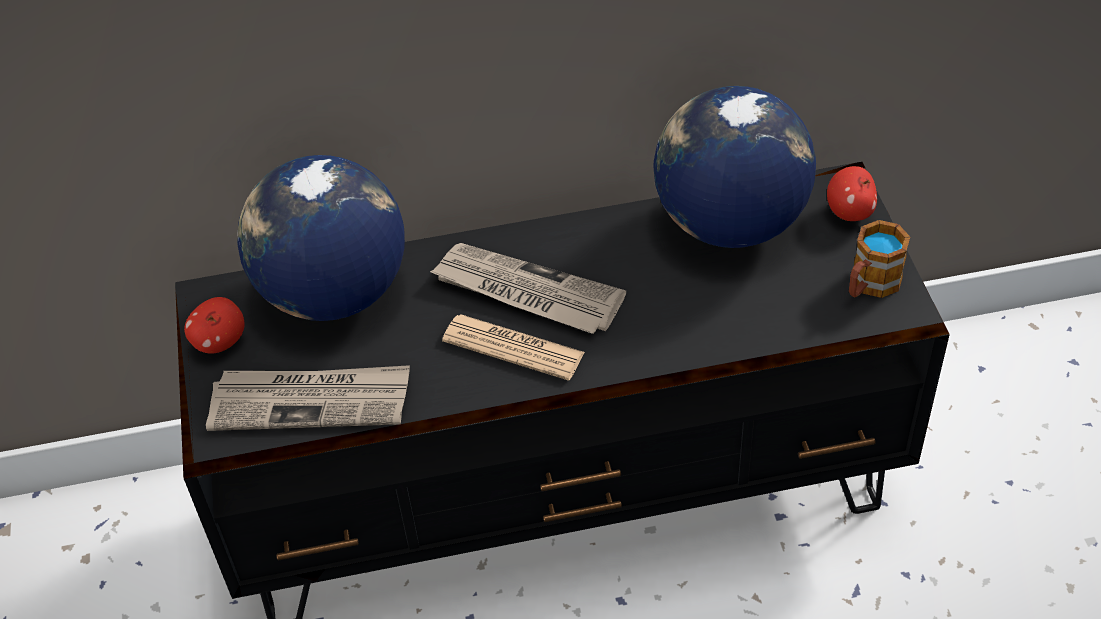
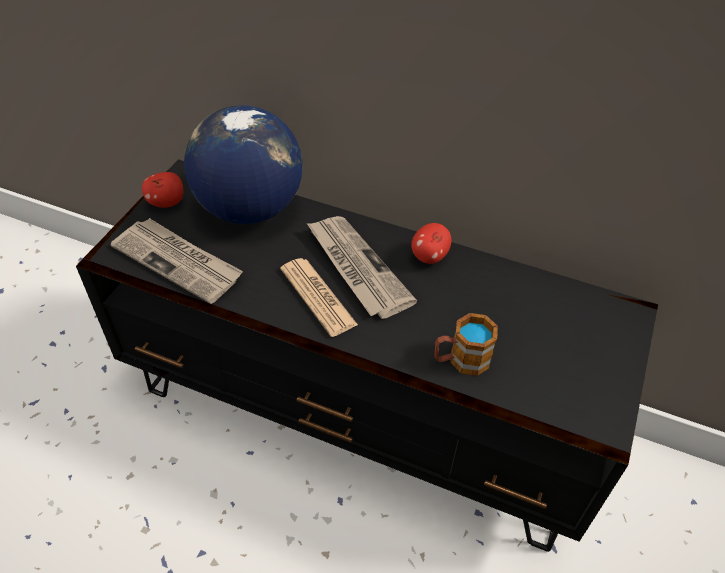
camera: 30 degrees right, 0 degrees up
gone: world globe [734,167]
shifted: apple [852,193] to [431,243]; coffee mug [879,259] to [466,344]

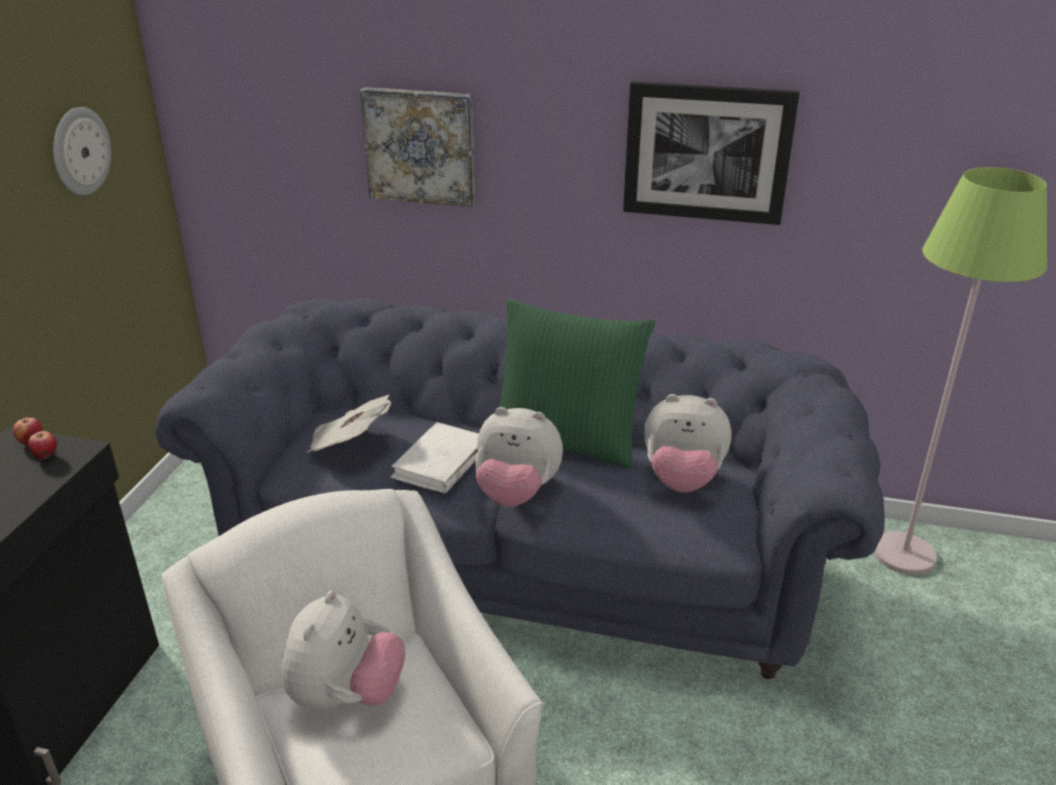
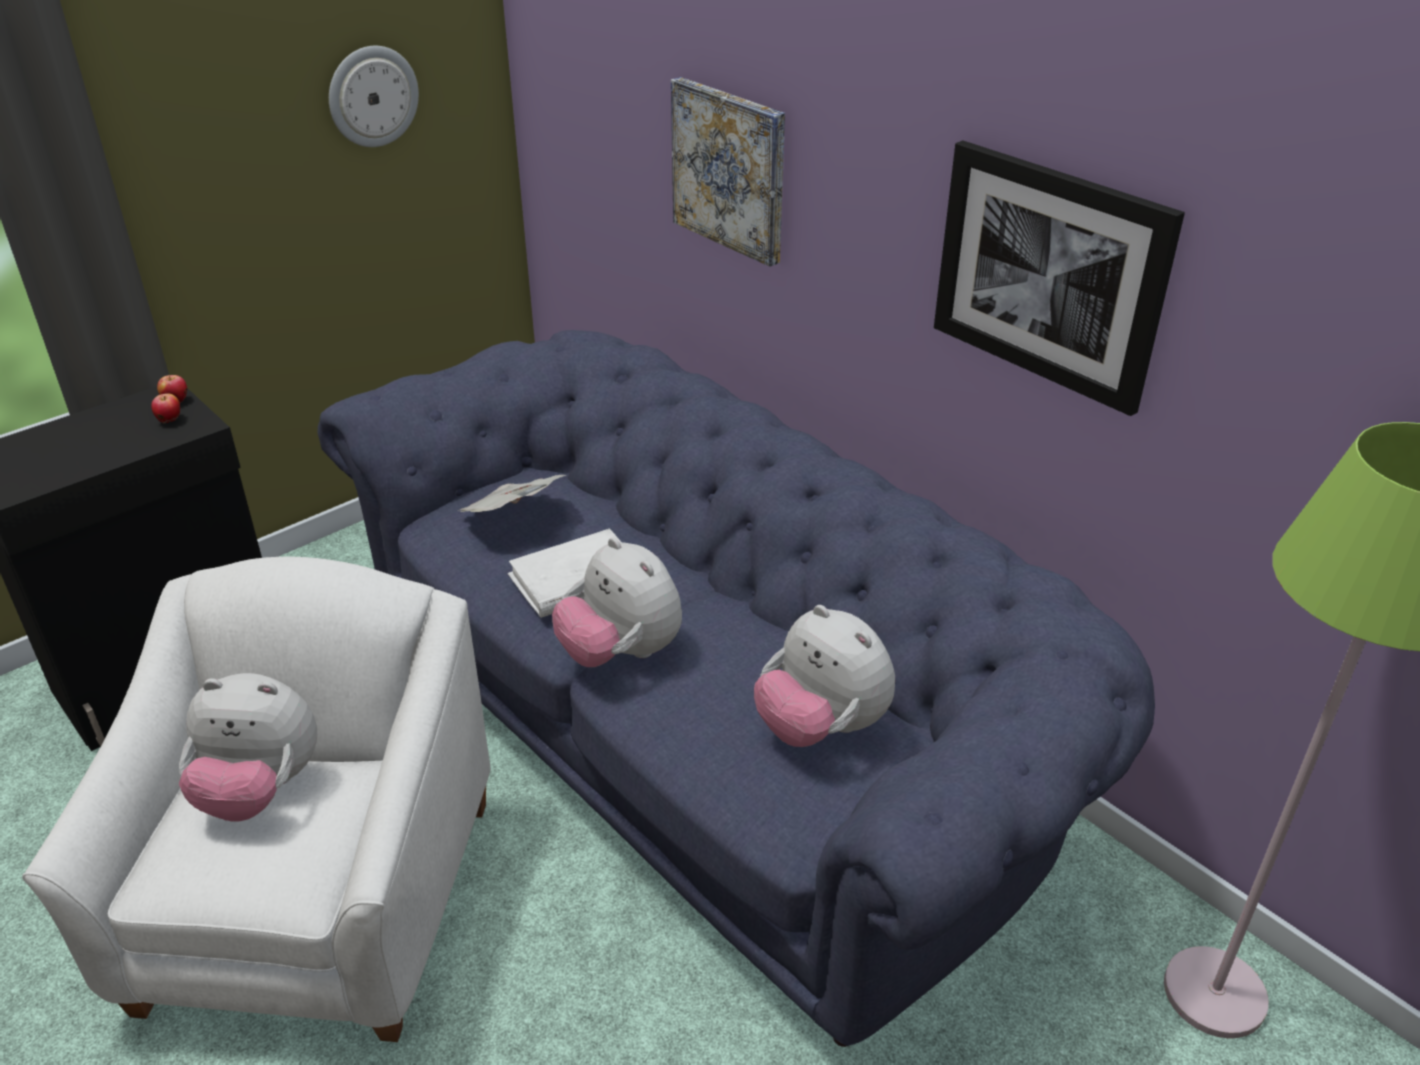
camera: 35 degrees right, 5 degrees up
gone: green-coloured pillow [577,384]
rotated: cuddly toy [343,650] = [248,747] 45 degrees clockwise

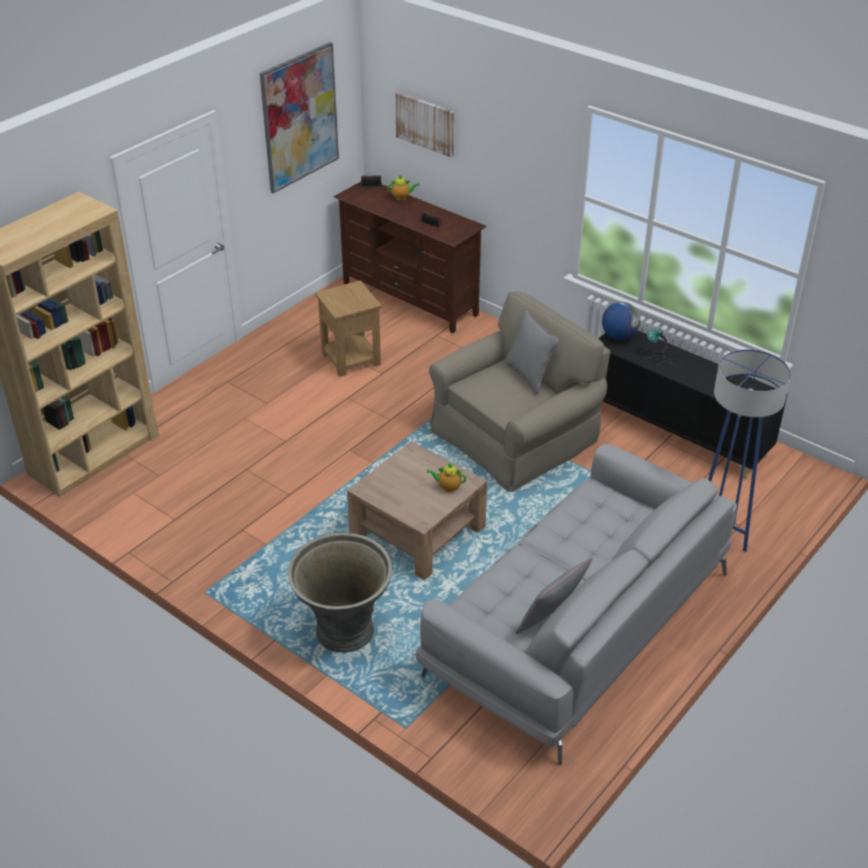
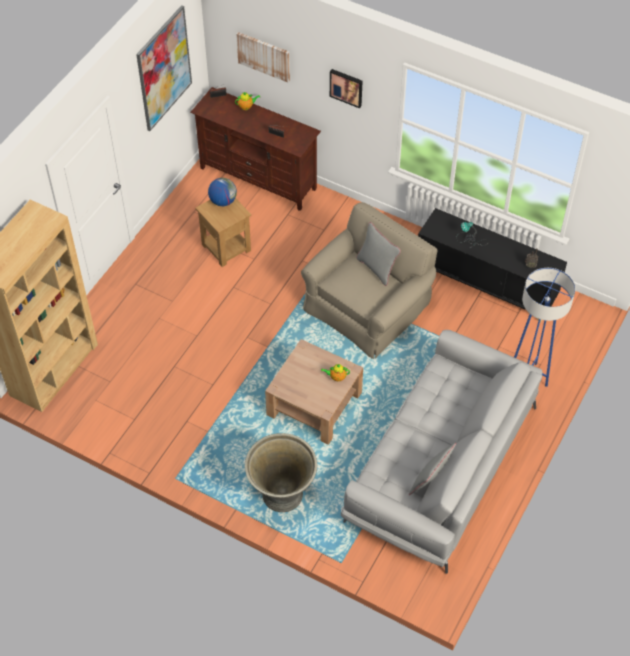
camera: 10 degrees left, 15 degrees up
new: picture [346,88]
shifted: world globe [621,321] to [222,192]

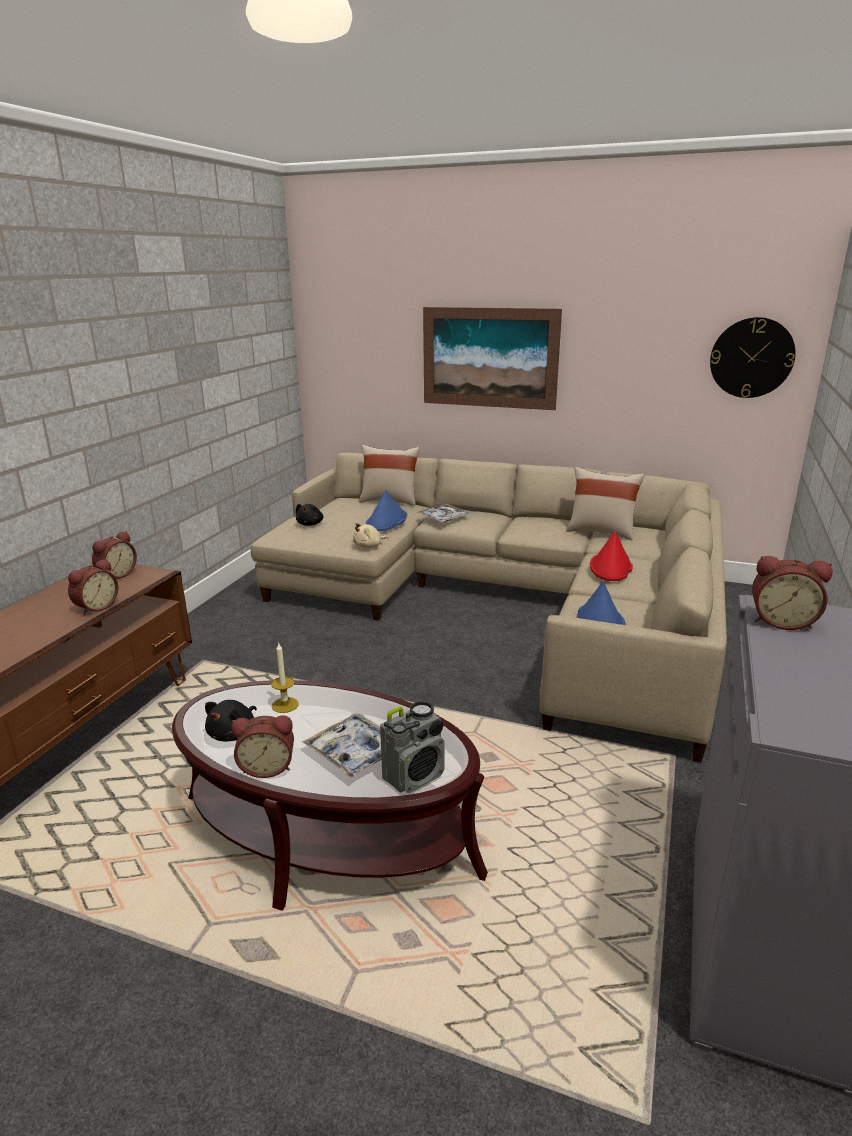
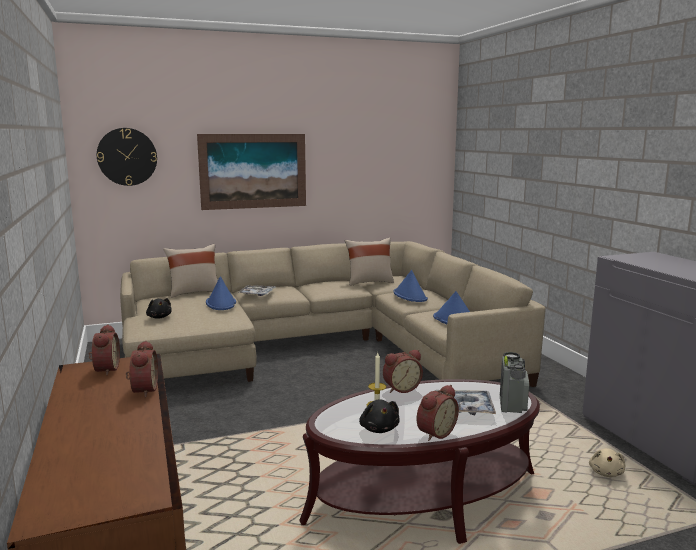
camera: 40 degrees left, 10 degrees down
shifted: clock on the wall [753,357] to [127,157]; table clock [792,593] to [403,371]; beige cuddly toy [371,535] to [607,462]
repainted: red-coloured clothing hat [611,556] to blue clothing hat [410,286]

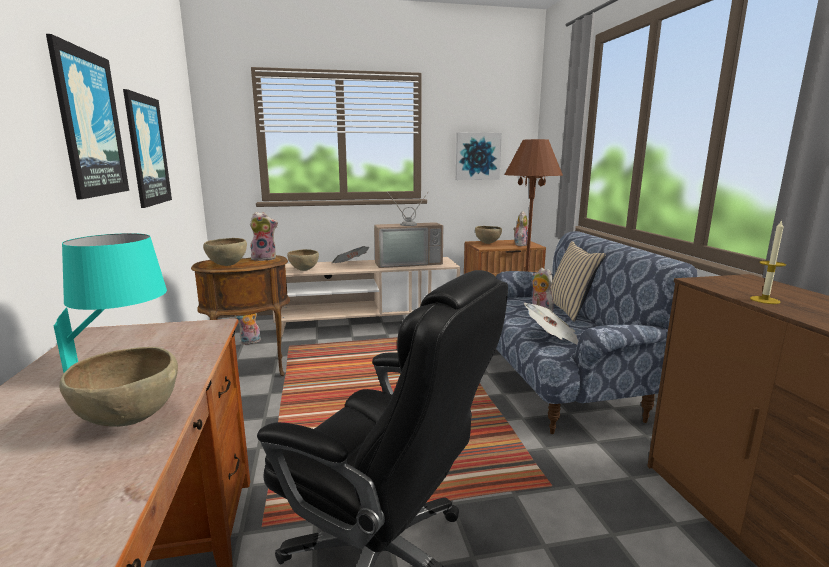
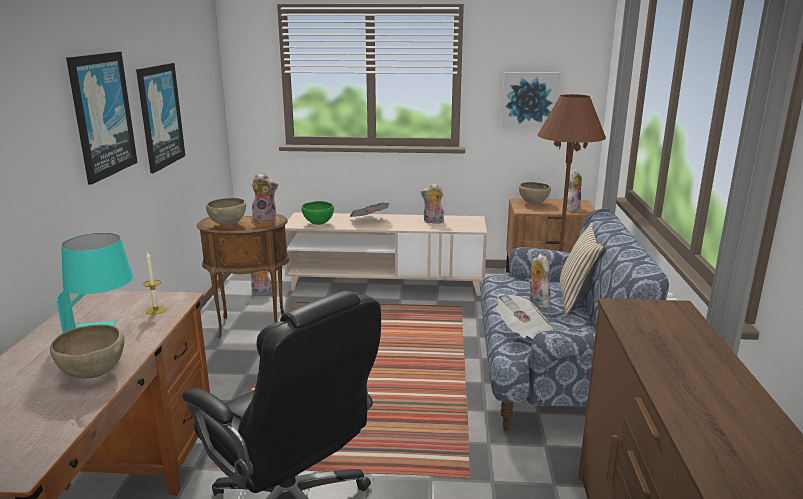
camera: 15 degrees right, 5 degrees up
shifted: wax candle [768,262] to [154,283]
swapped: television [408,229] to cuddly toy [432,204]
repainted: brownish bowl [303,260] to green-coloured bowl [317,213]

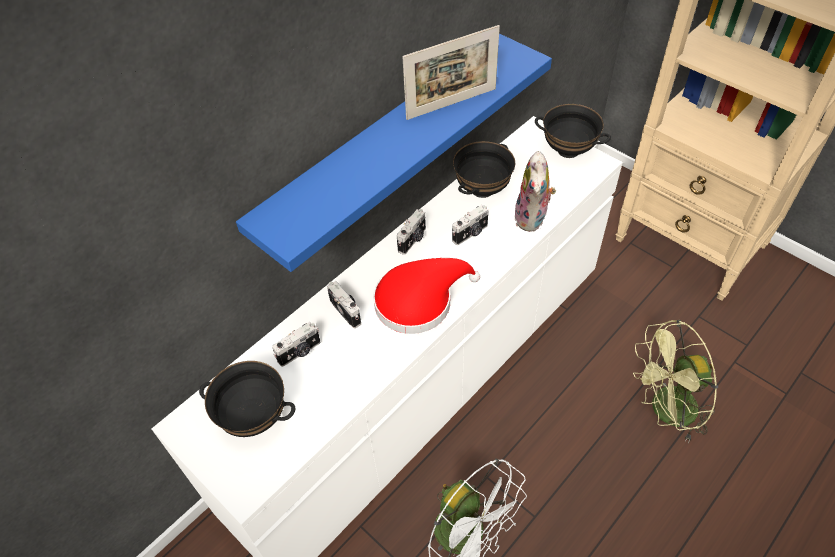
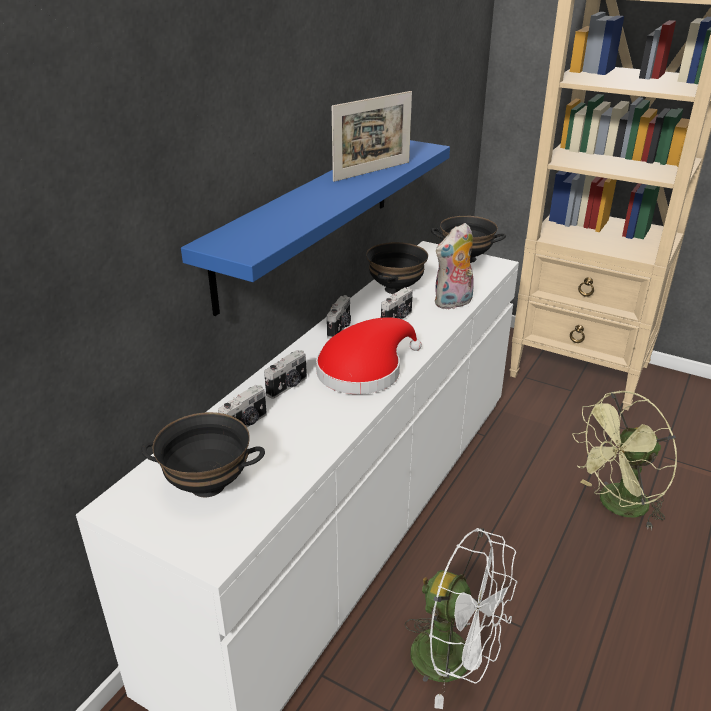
camera: 15 degrees left, 20 degrees down
rotated: photo camera [344,305] = [285,374] 90 degrees clockwise; cuddly toy [535,191] = [454,266] 60 degrees clockwise

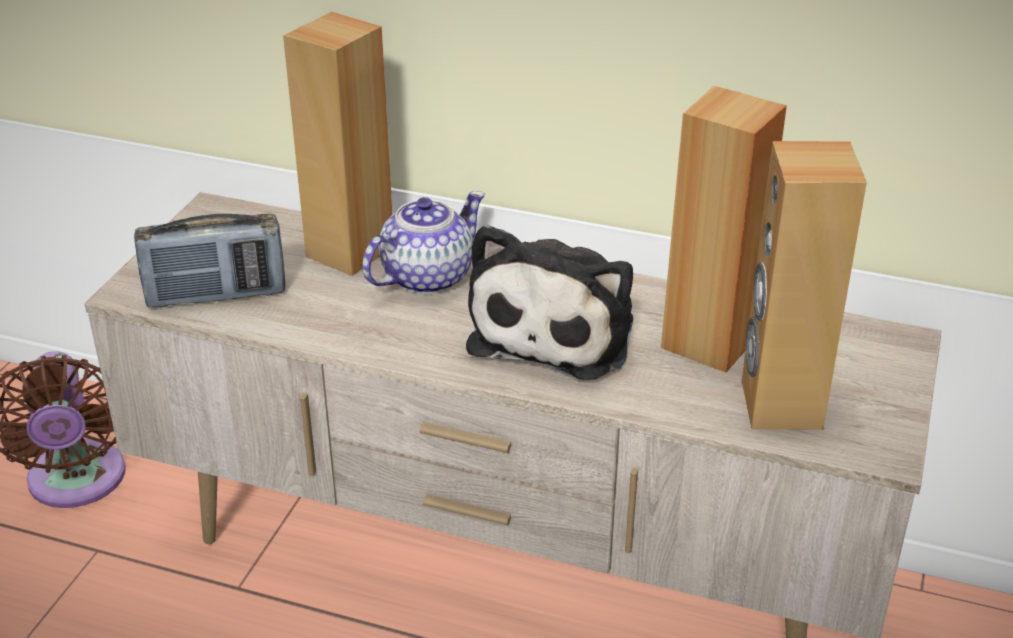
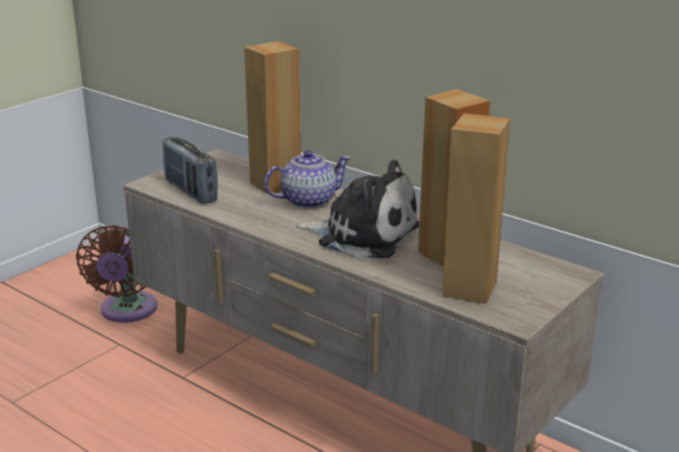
camera: 20 degrees right, 10 degrees down
rotated: radio receiver [209,261] = [190,170] 45 degrees clockwise; cuddly toy [549,302] = [357,209] 105 degrees counterclockwise

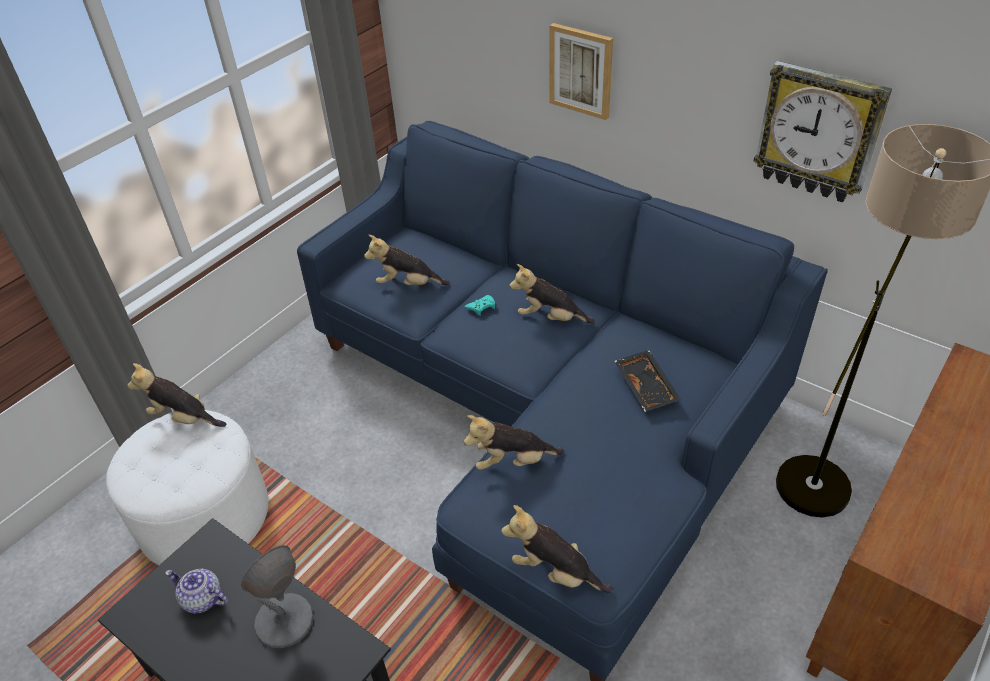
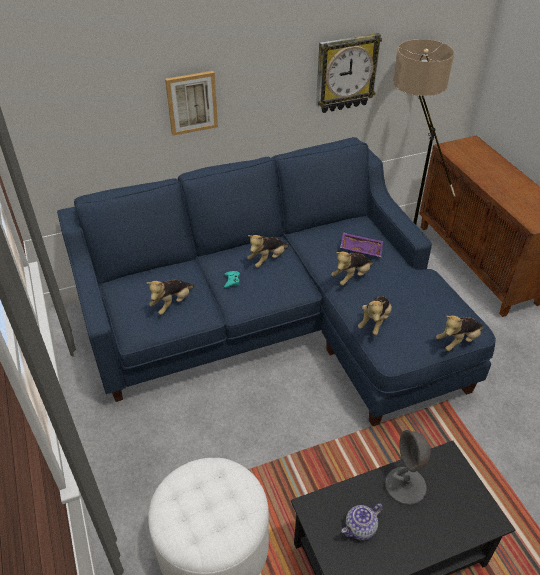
camera: 60 degrees left, 0 degrees up
shifted: cuddly toy [177,395] to [352,269]
repainted: black-coloured tray [647,381] to purple-coloured tray [361,244]

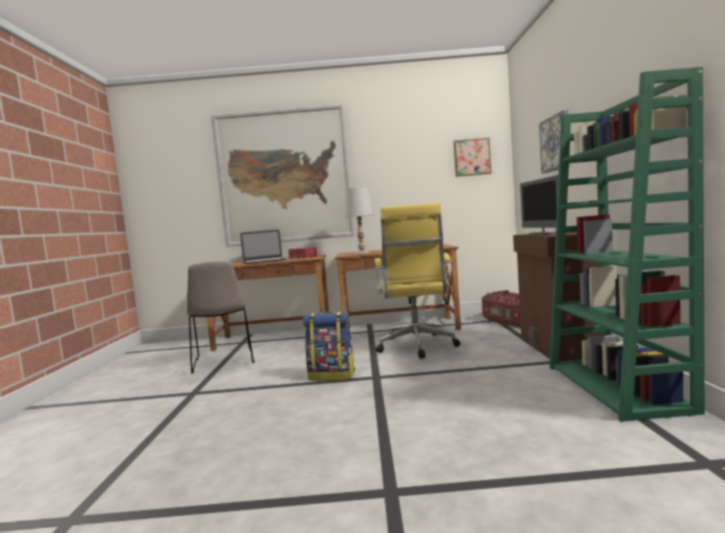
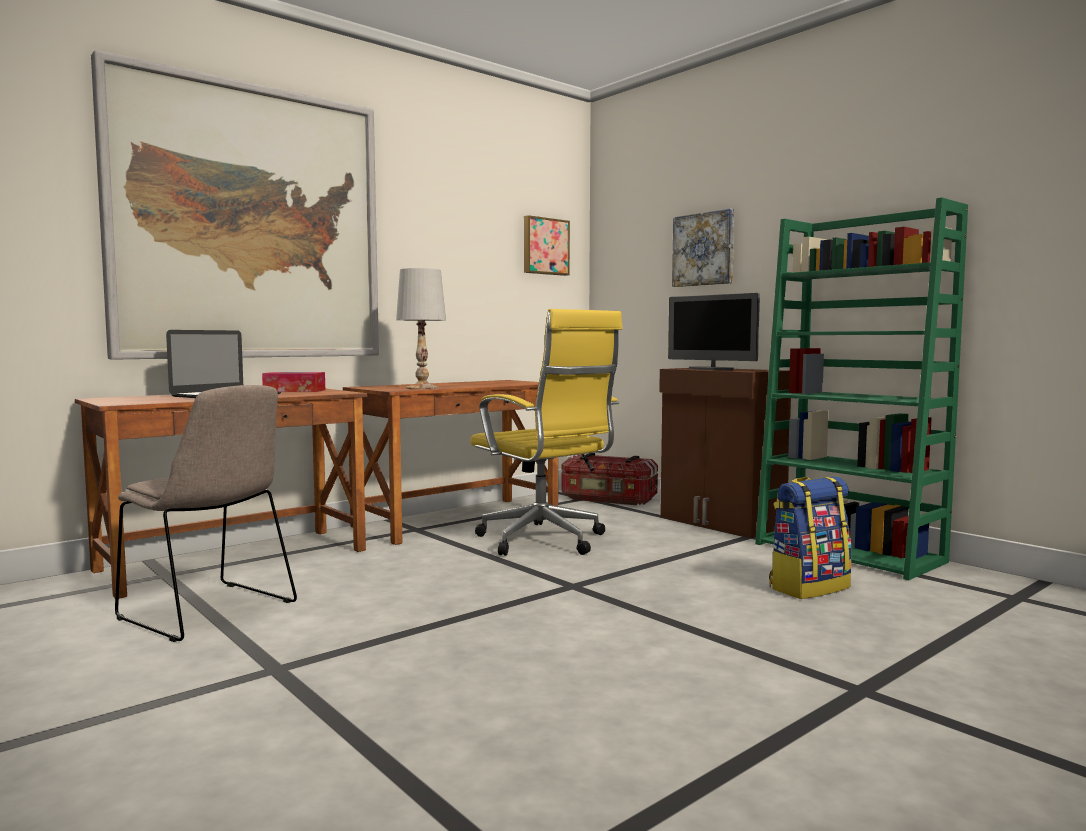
camera: 40 degrees left, 0 degrees up
shifted: rucksack [329,346] to [810,538]

